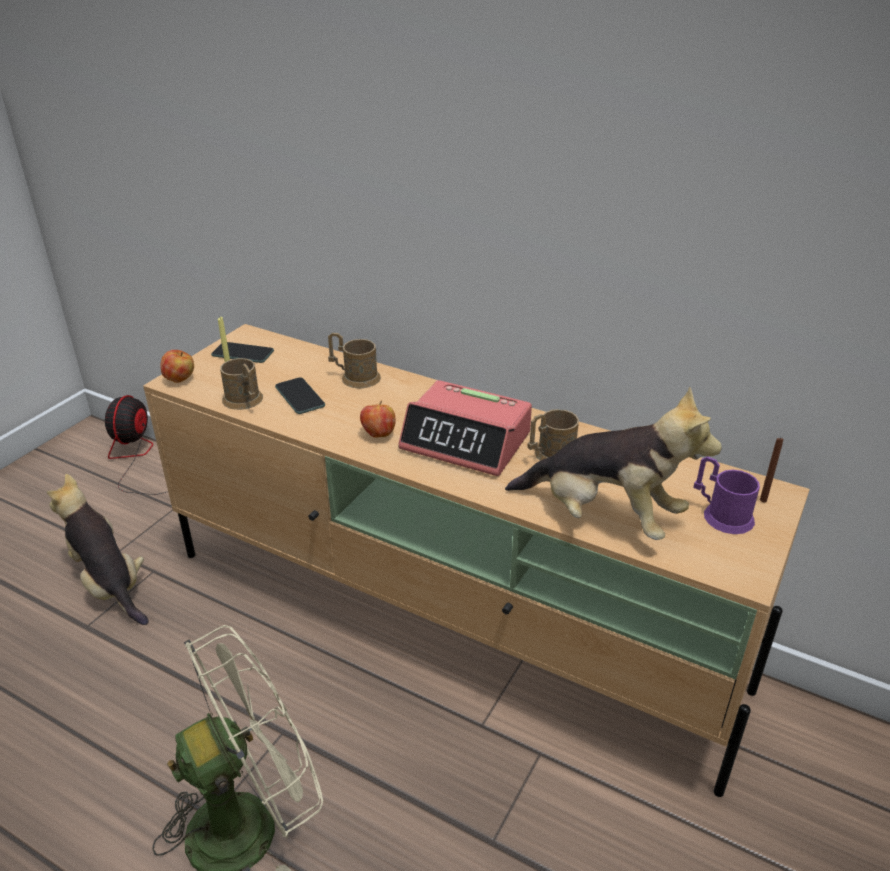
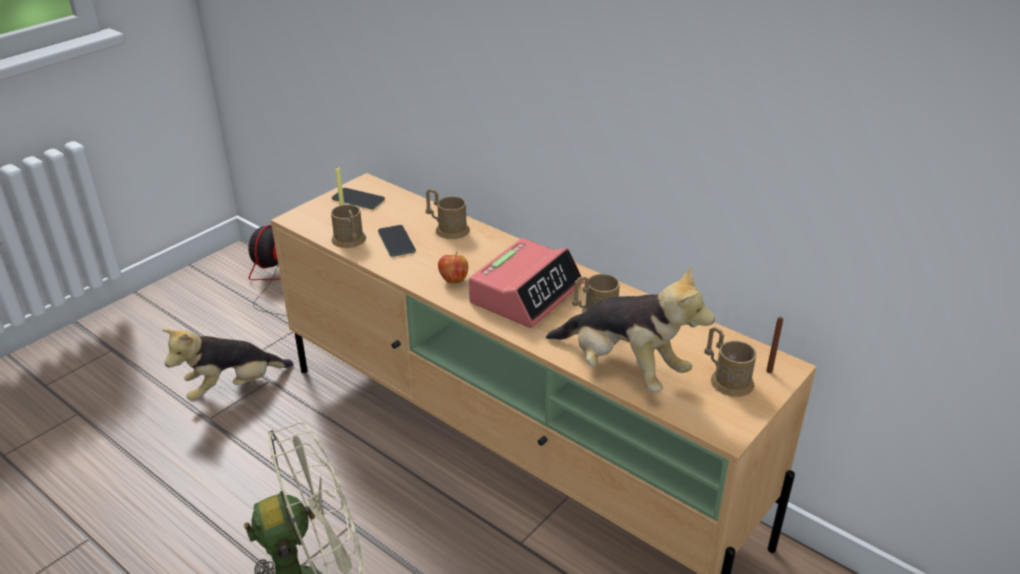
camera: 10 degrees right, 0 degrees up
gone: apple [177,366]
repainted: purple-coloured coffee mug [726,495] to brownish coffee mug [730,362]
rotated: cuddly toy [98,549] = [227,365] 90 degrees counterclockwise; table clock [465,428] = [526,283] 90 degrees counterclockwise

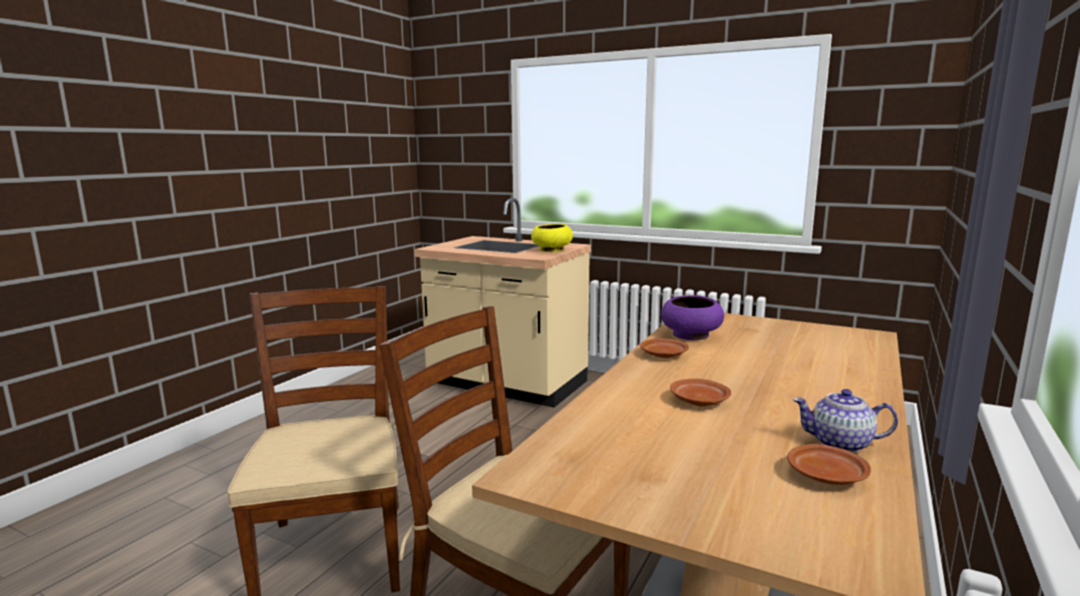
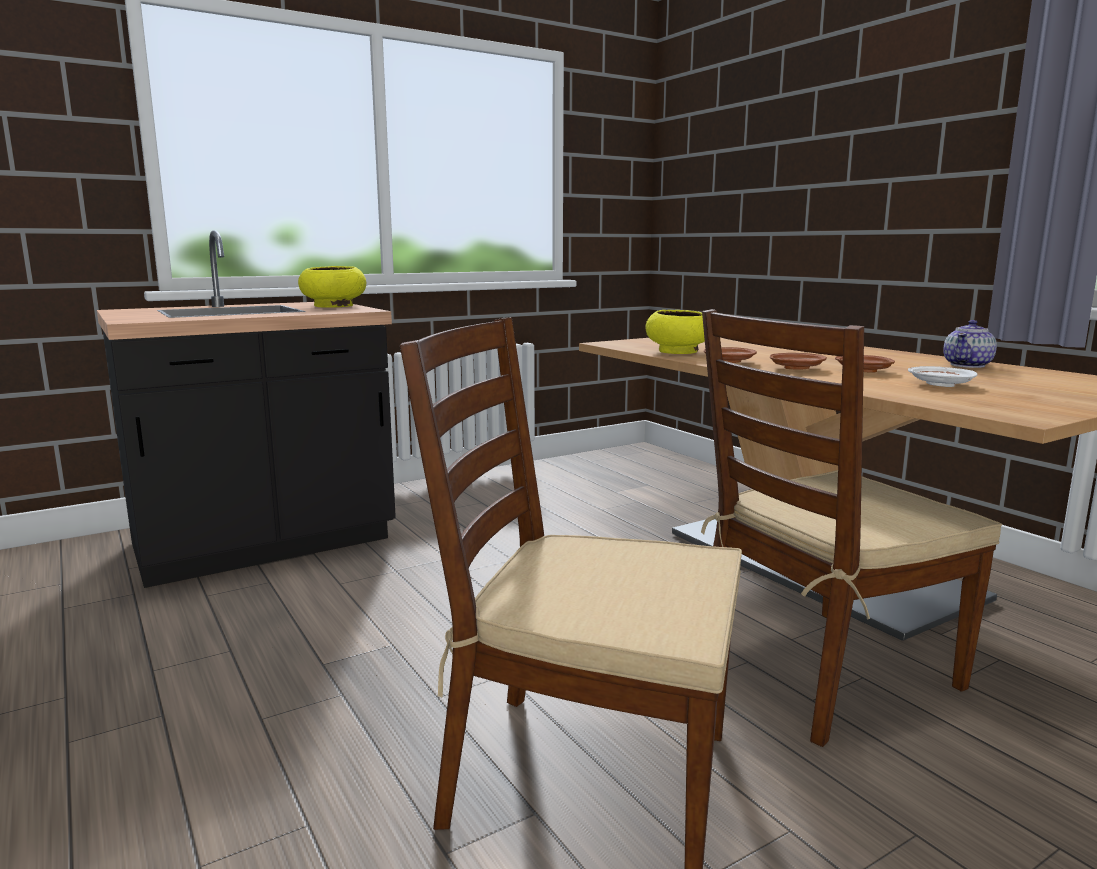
camera: 60 degrees left, 0 degrees up
new: white-coloured flat dish [943,376]
shifted: brownish flat dish [829,464] to [798,361]
repainted: beige kitchen counter [502,303] to black-coloured kitchen counter [246,409]; purple-coloured bowl [692,317] to yellow bowl [675,332]

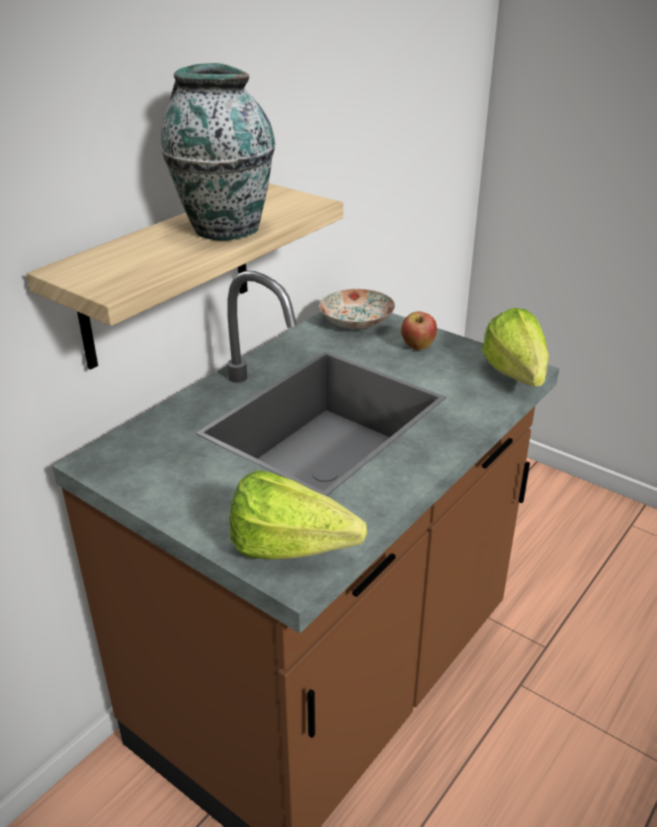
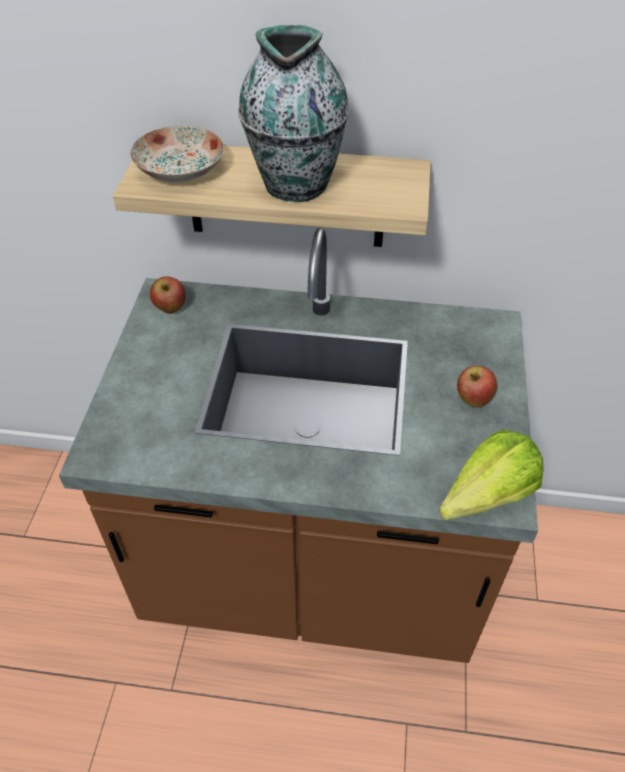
camera: 60 degrees right, 15 degrees up
gone: lettuce head [298,514]
new: apple [168,295]
shifted: flat dish [357,309] to [177,154]

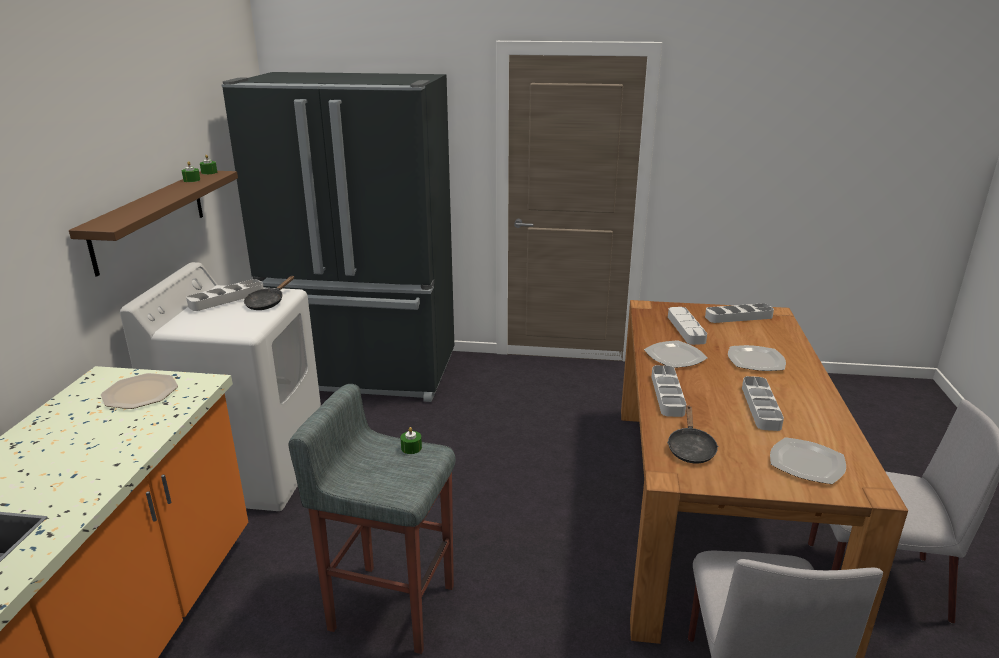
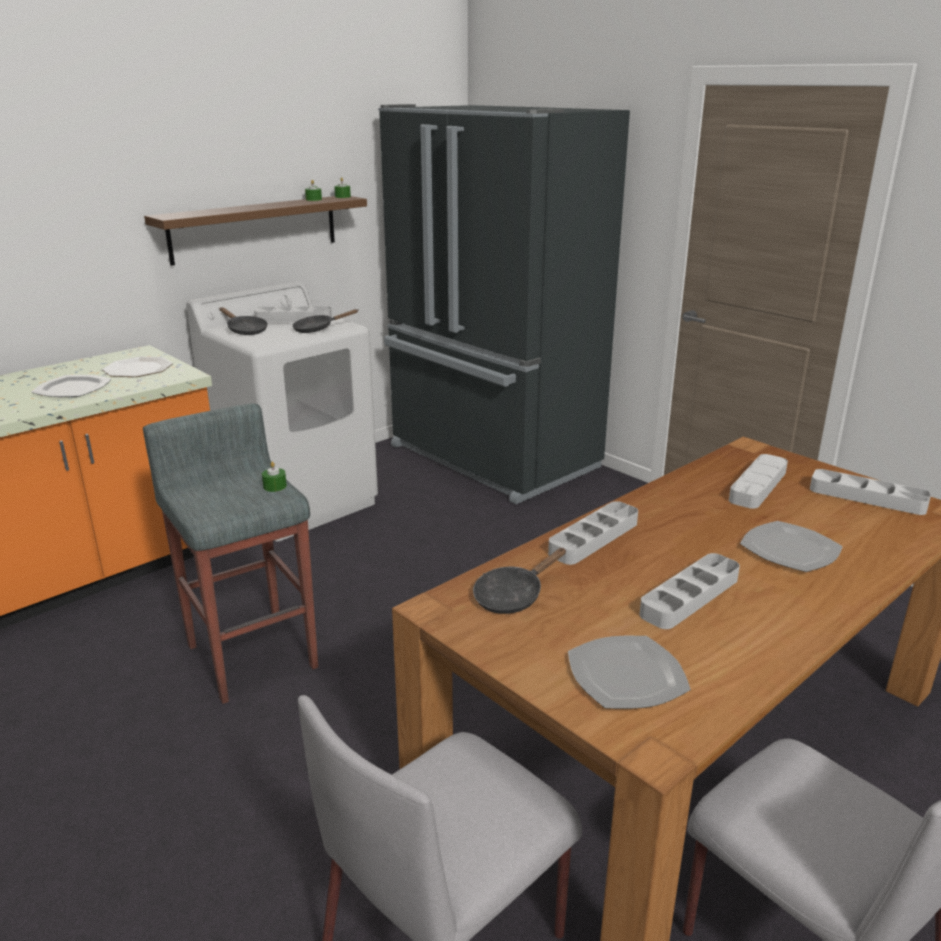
camera: 40 degrees right, 0 degrees up
new: black-coloured frying pan [243,321]
shifted: flat dish [675,354] to [71,386]

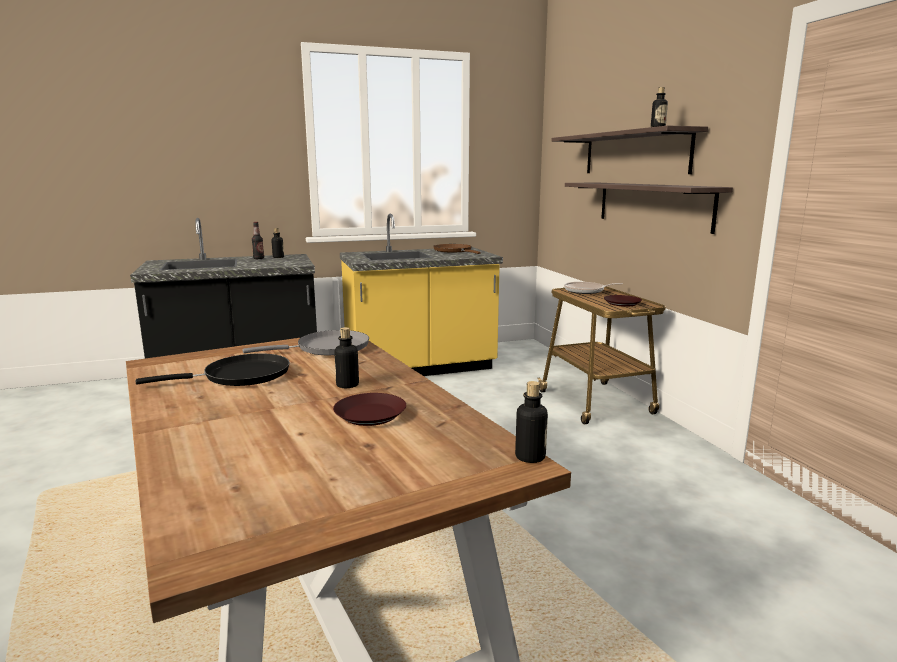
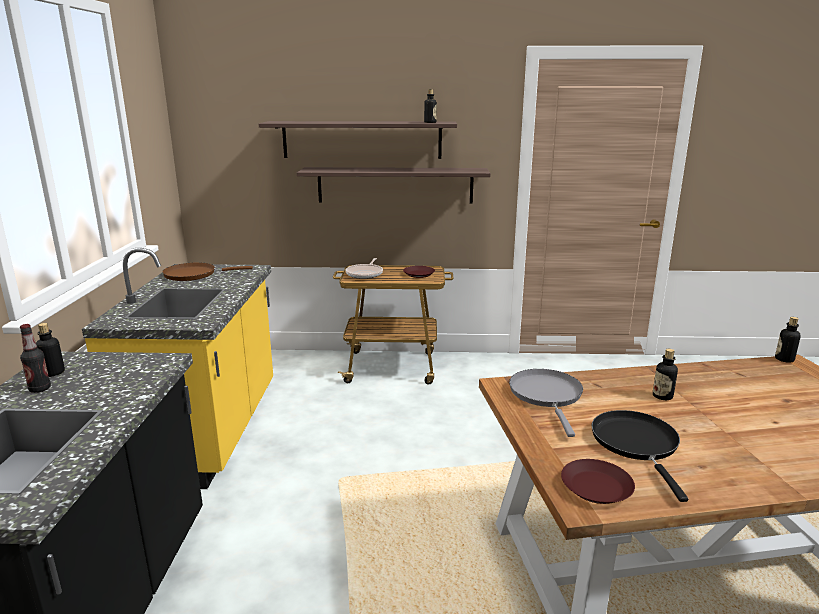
camera: 70 degrees left, 5 degrees up
shifted: brownish flat dish [369,409] to [598,481]

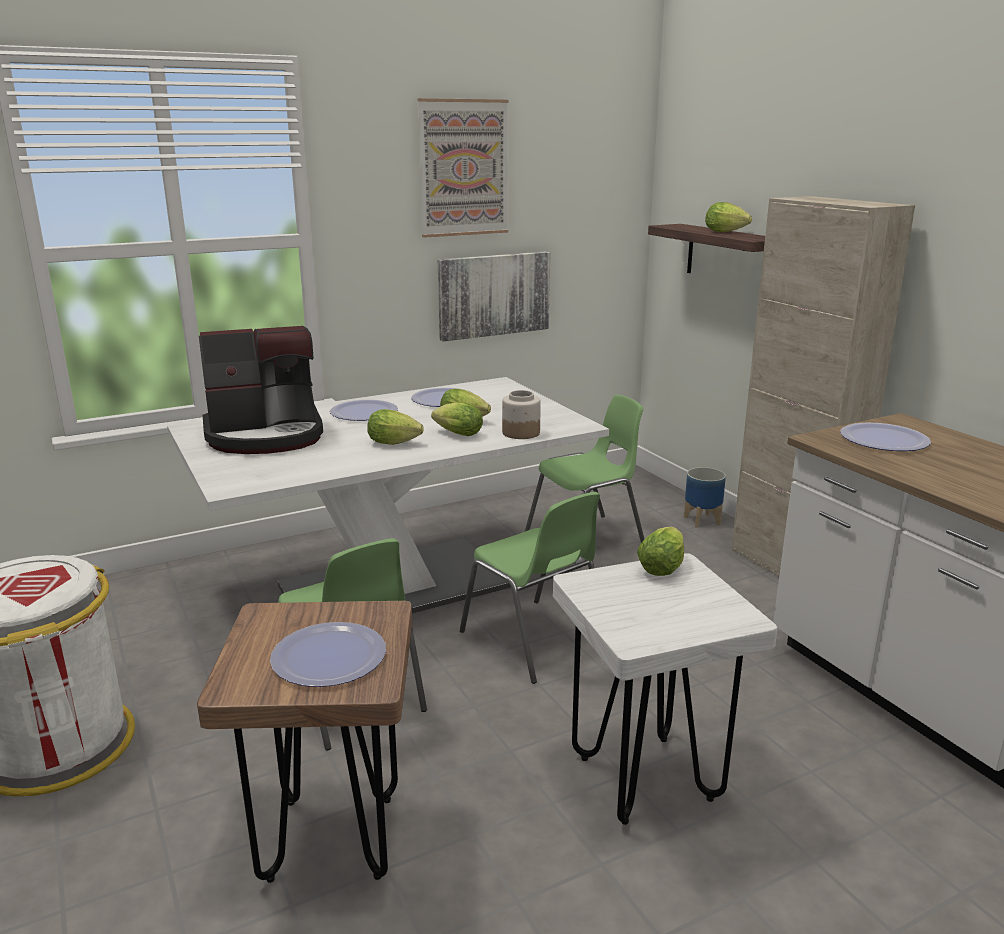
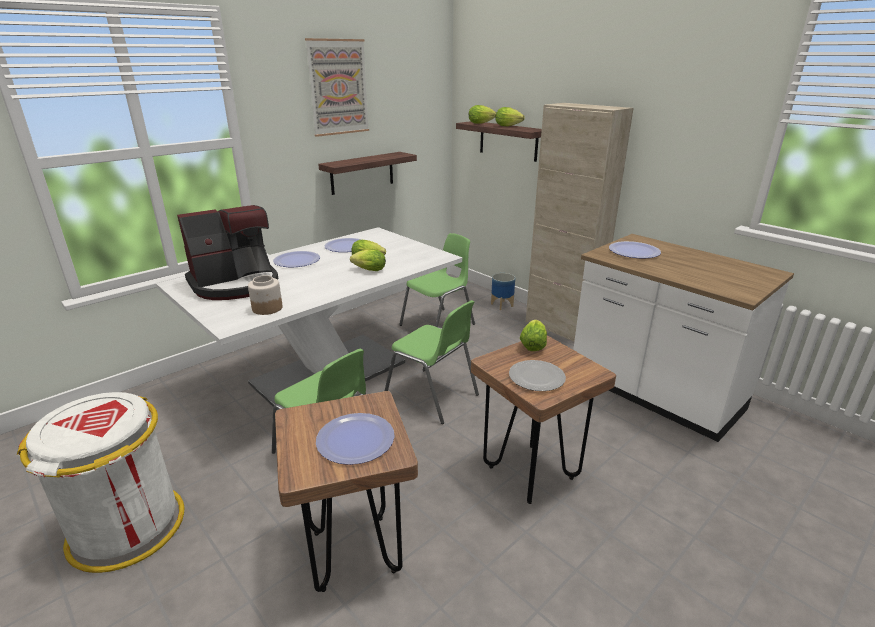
camera: 15 degrees left, 5 degrees up
new: flat dish [537,375]
shifted: preserve jar [521,414] to [265,295]; lettuce head [395,427] to [482,114]
swapped: picture [494,296] to wall shelf [367,173]
repainted: white-coloured sitting stool [665,689] to brownish sitting stool [543,419]

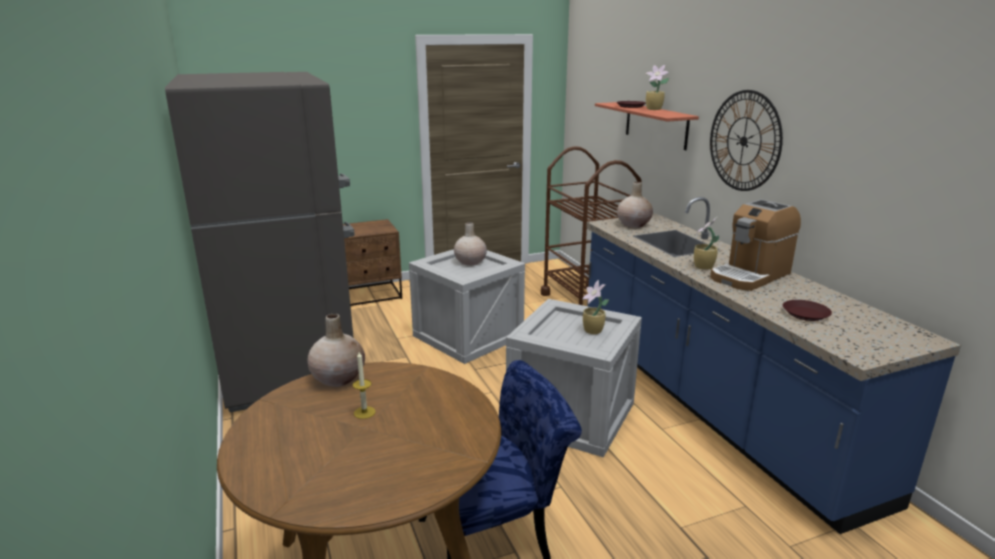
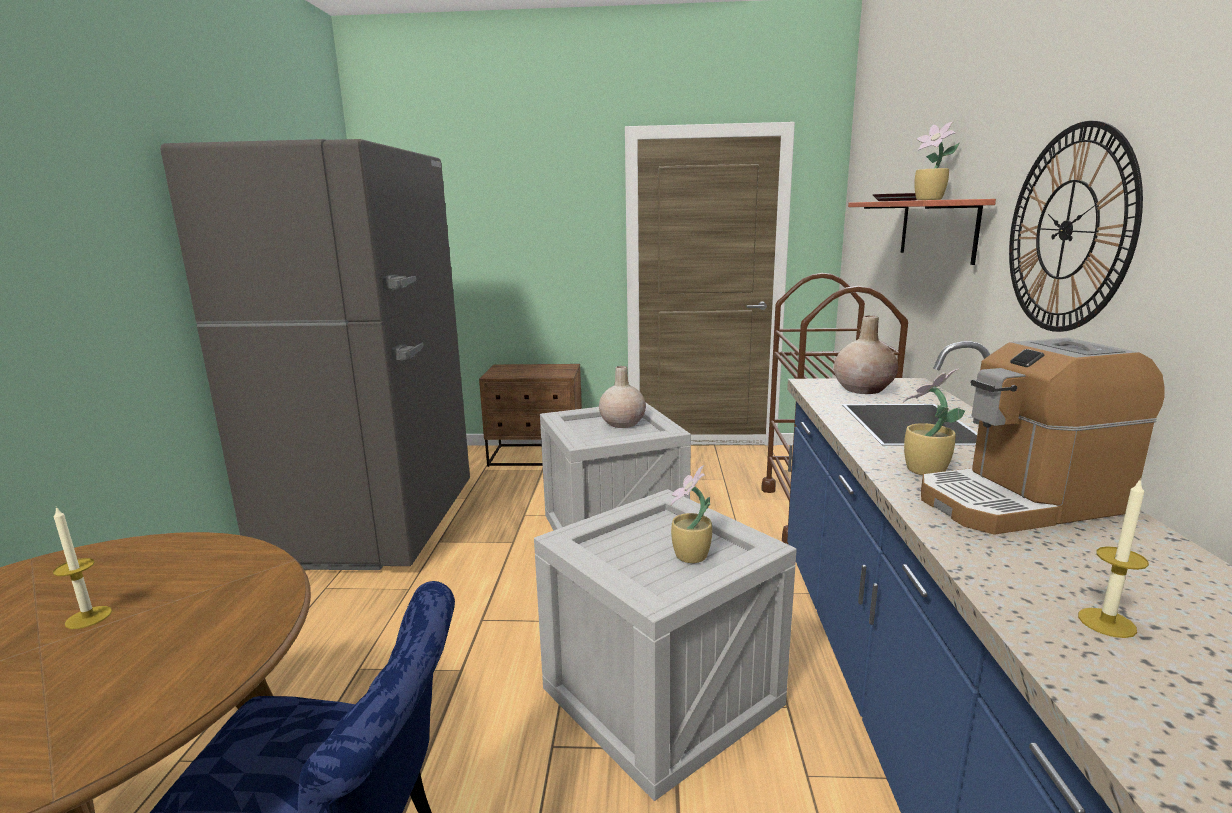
camera: 25 degrees right, 5 degrees down
gone: beige decorative vase [336,350]
swapped: brownish flat dish [807,310] to wax candle [1113,558]

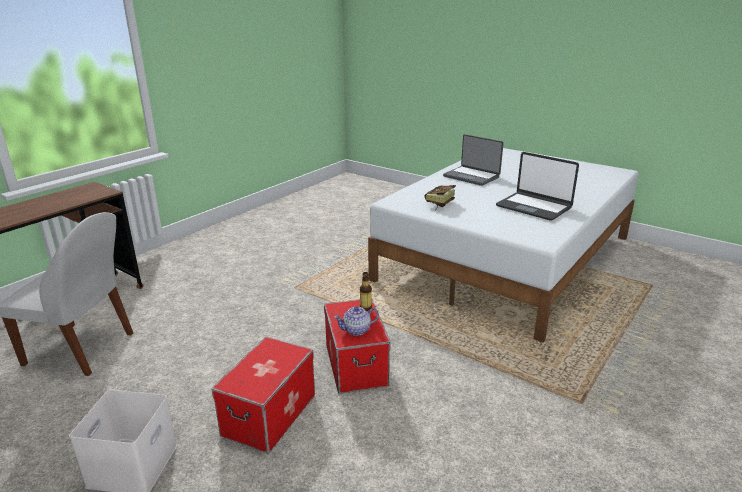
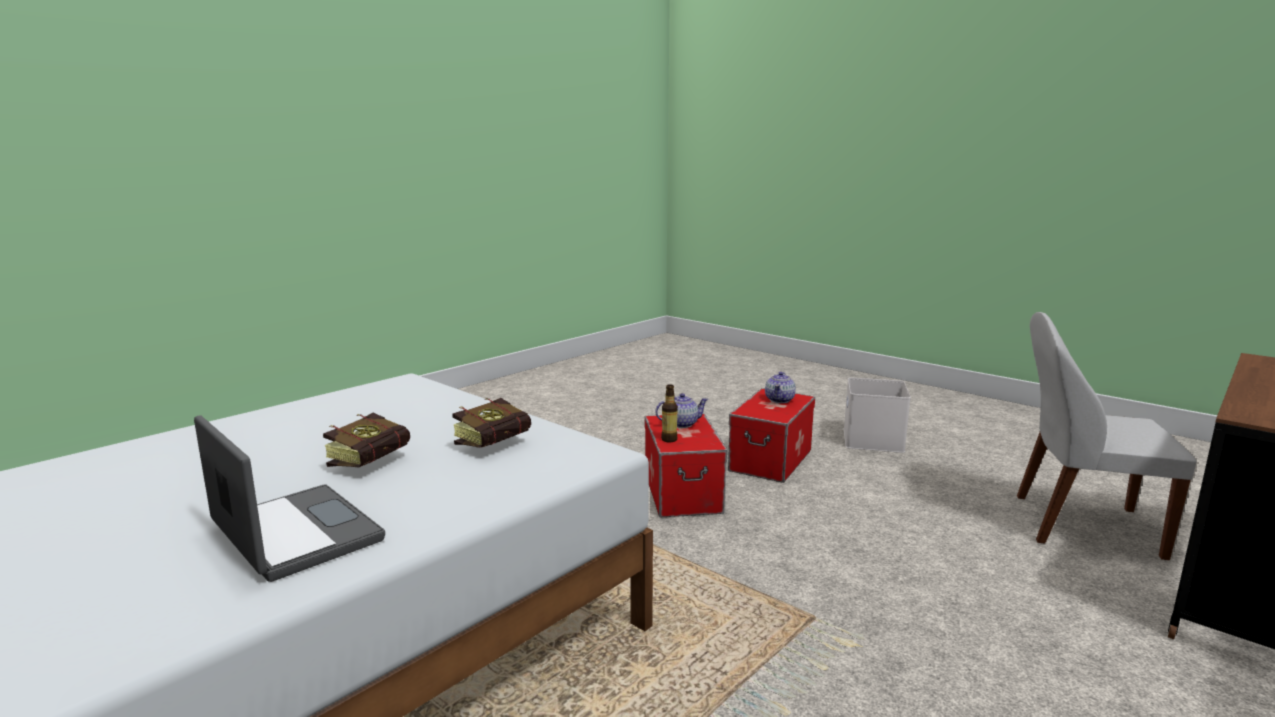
camera: 175 degrees left, 10 degrees down
gone: notebook computer [537,186]
new: bound book [366,440]; teapot [780,387]

